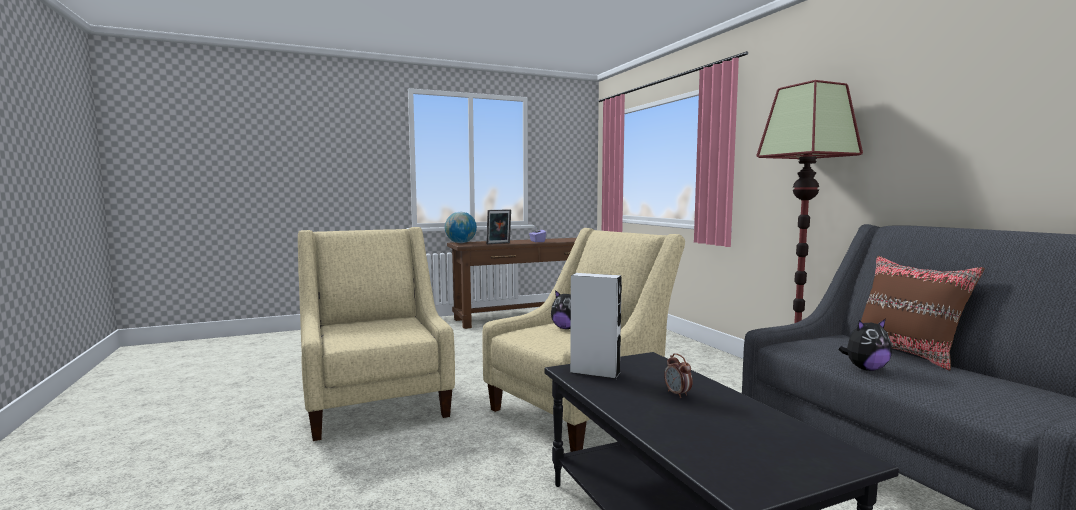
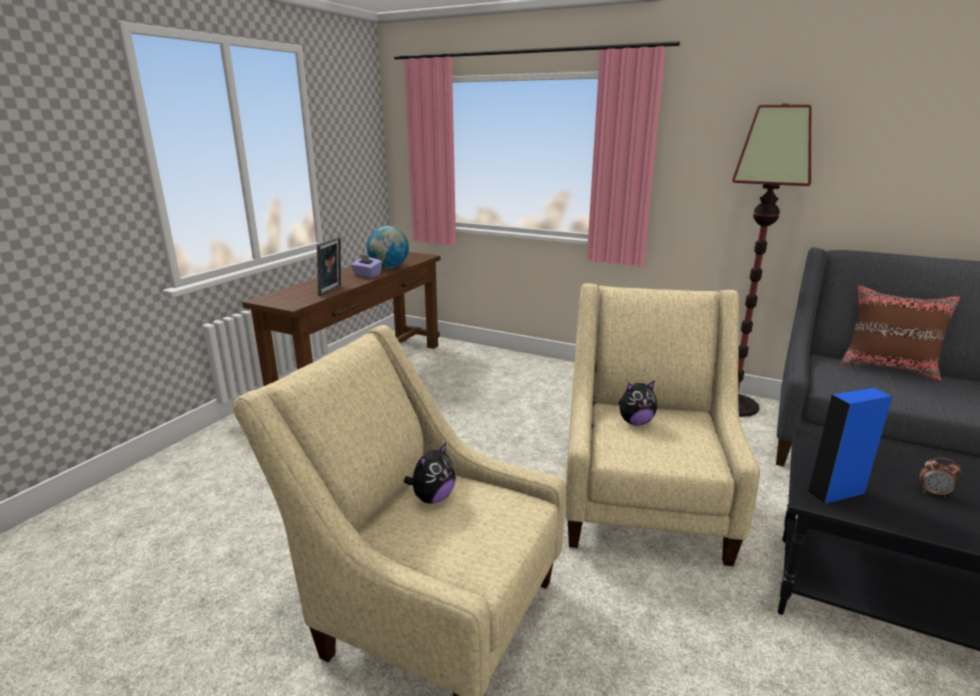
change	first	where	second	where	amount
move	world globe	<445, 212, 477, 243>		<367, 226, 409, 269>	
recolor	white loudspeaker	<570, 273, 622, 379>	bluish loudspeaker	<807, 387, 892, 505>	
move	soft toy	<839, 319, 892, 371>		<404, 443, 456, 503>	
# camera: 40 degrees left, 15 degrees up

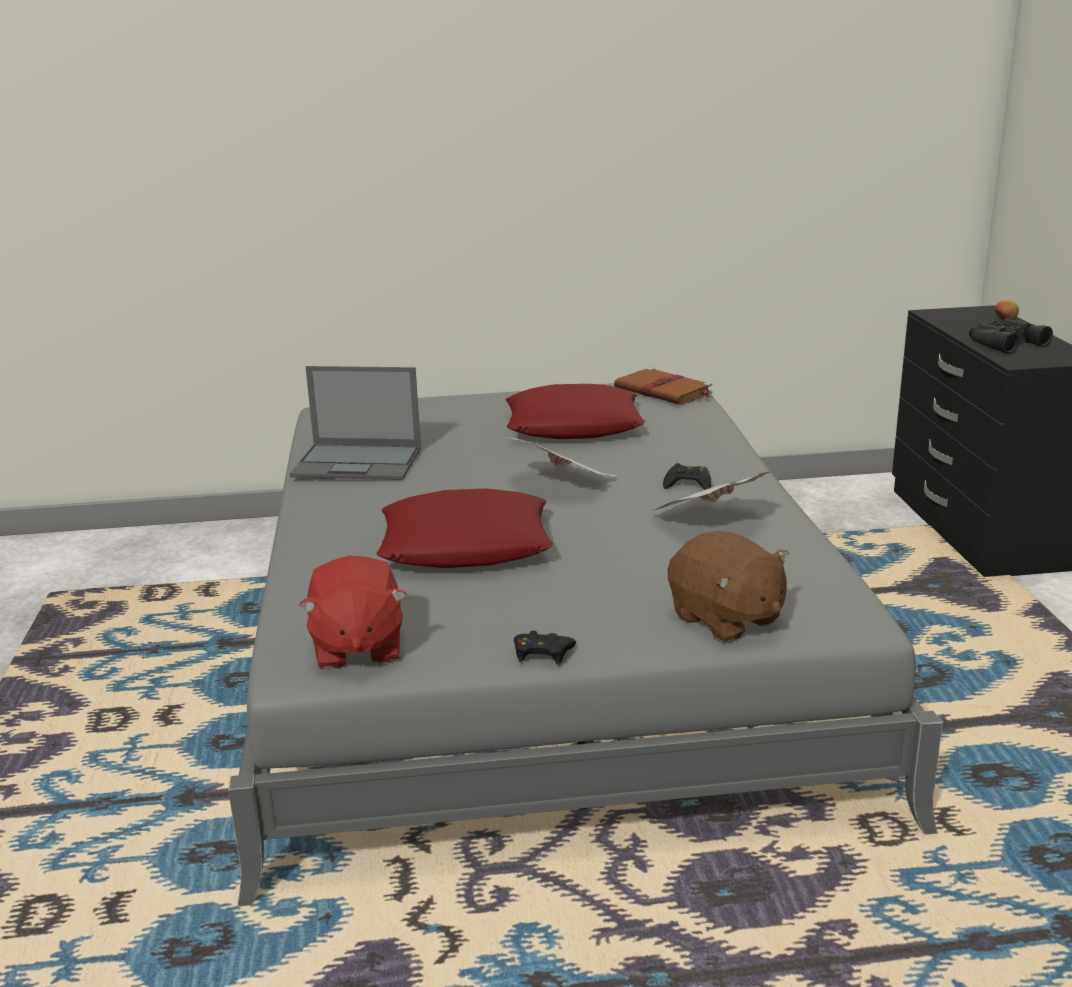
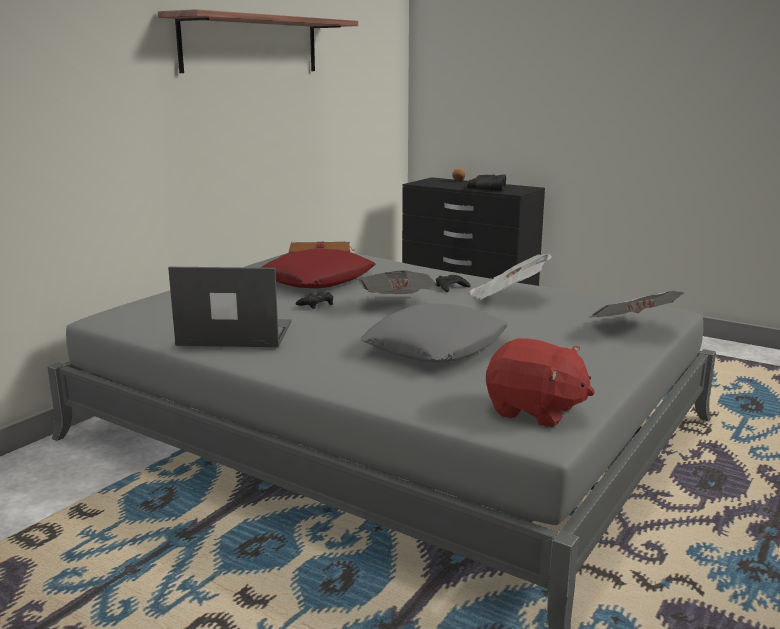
change	first	where	second	where	amount
rotate	laptop	<290, 366, 421, 480>		<168, 267, 291, 347>	135 degrees counterclockwise
recolor	red-coloured pillow	<377, 488, 553, 568>	gray pillow	<361, 303, 509, 363>	
replace	brownish soft toy	<668, 531, 789, 642>	newspaper	<590, 291, 684, 318>	
move	blackish joypad	<514, 630, 576, 664>		<296, 292, 333, 309>	
insert			shelf	<158, 9, 358, 73>	
# camera: 50 degrees left, 5 degrees down

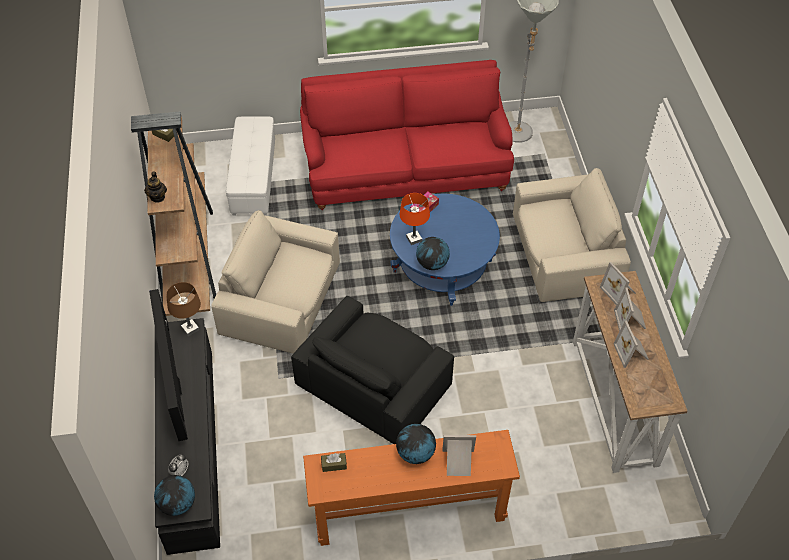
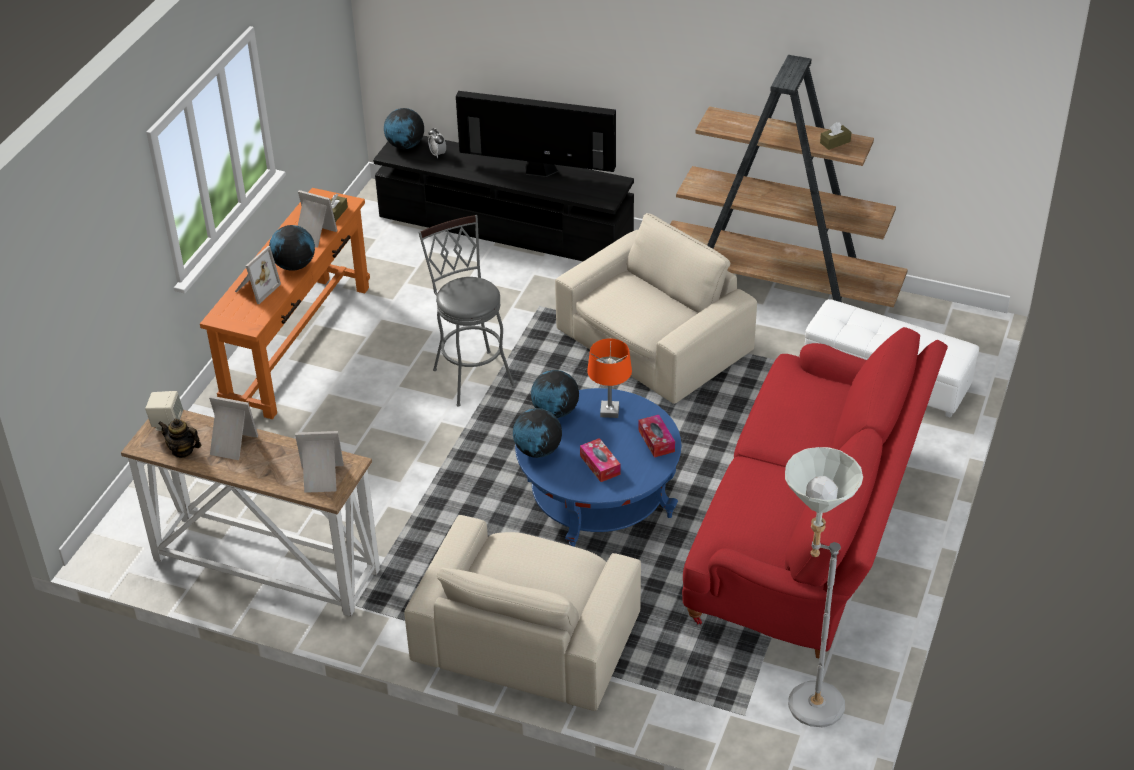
change	first	where	second	where	amount
move	pot for tea	<144, 172, 167, 203>		<158, 418, 201, 458>	
delete	brownish lamp for a table	<166, 282, 201, 336>			
move	picture frame	<614, 287, 646, 331>		<298, 190, 338, 248>	
replace	blackish easy chair	<291, 296, 454, 444>	gray stool seat	<418, 215, 515, 407>	
insert			beige loudspeaker	<145, 391, 183, 431>	
insert			world globe	<513, 408, 562, 458>	
insert			tissue box	<580, 438, 621, 482>	
# camera: 120 degrees right, 10 degrees down

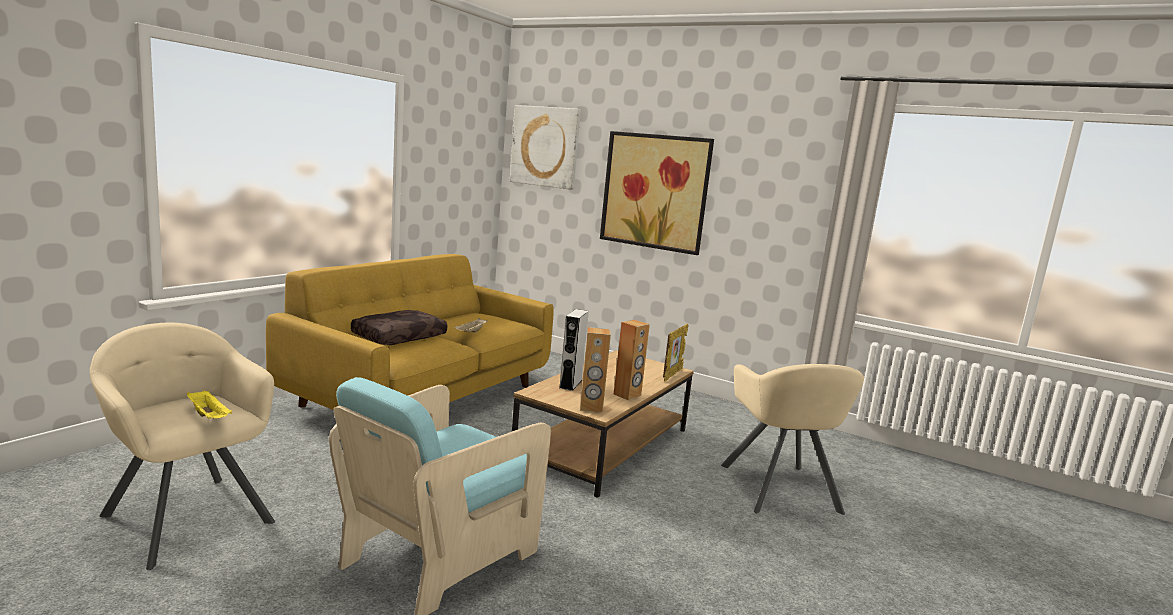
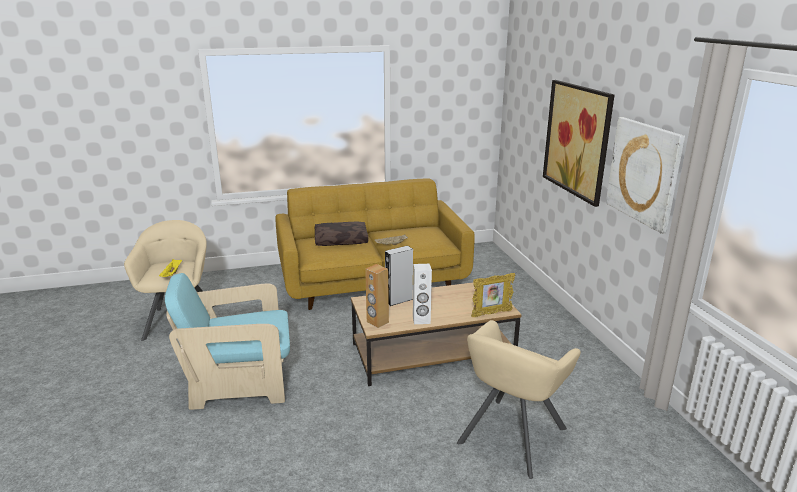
change	first	where	second	where	amount
move	wall art	<510, 105, 581, 190>		<606, 117, 685, 234>	
recolor	brownish loudspeaker	<614, 320, 650, 400>	white loudspeaker	<413, 264, 432, 324>	
# camera: 45 degrees right, 10 degrees up

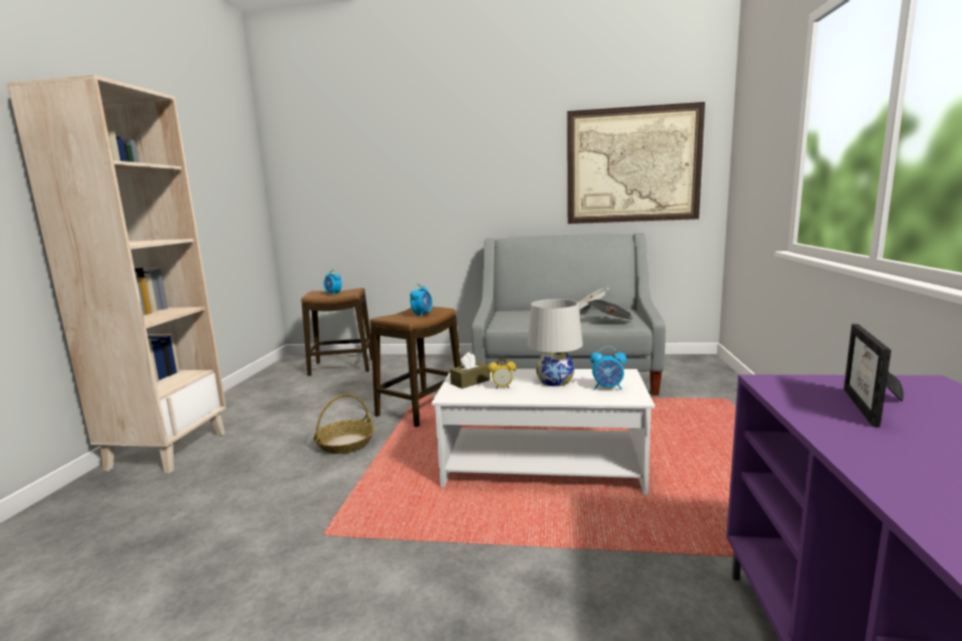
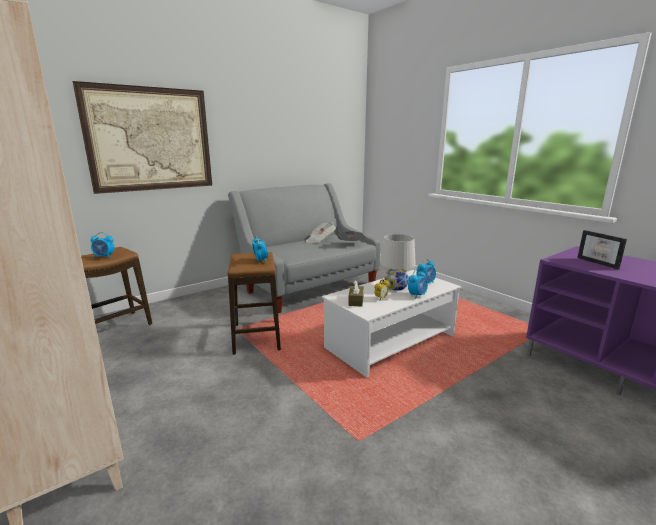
change	first	where	second	where	amount
move	wall art	<567, 102, 705, 224>		<73, 81, 212, 194>	
delete	basket	<313, 394, 375, 454>			
insert			table clock	<408, 269, 428, 299>	
# camera: 45 degrees left, 5 degrees up

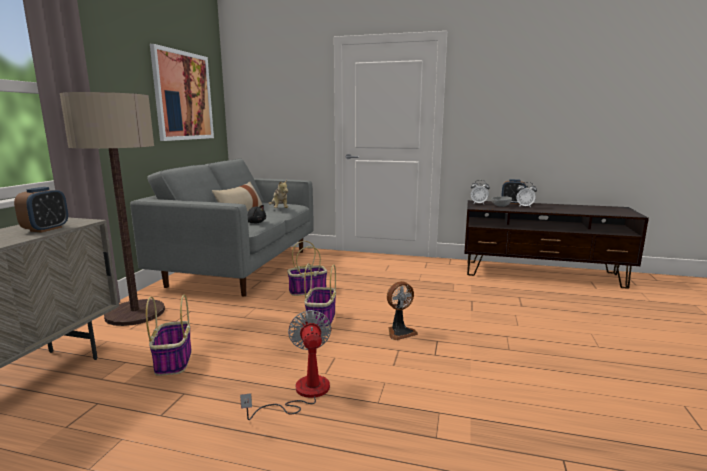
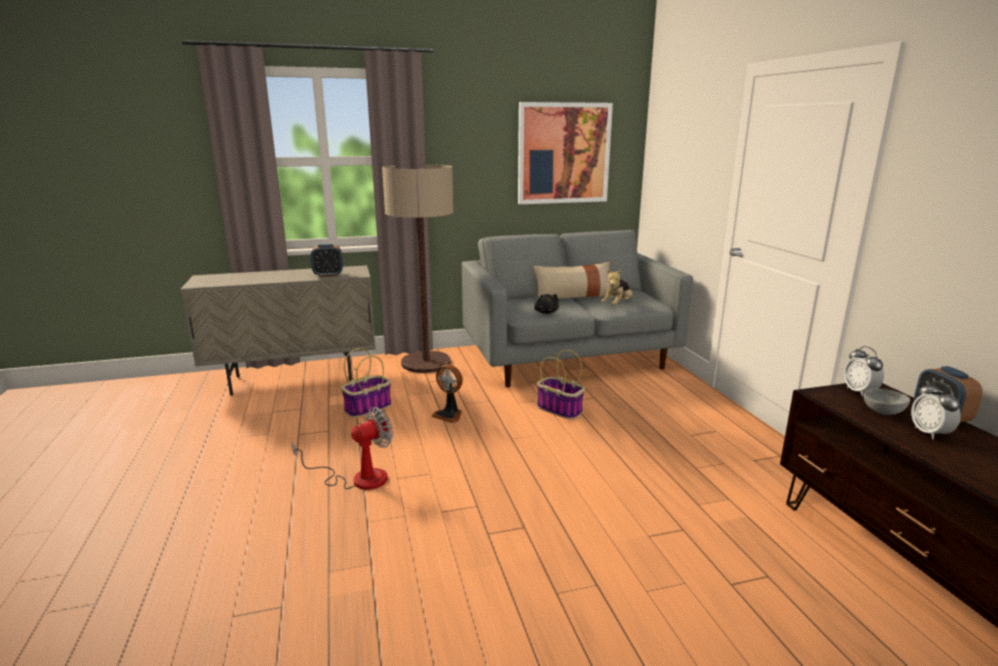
change	first	where	second	where	amount
delete	basket	<304, 263, 336, 328>			
move	fan	<387, 281, 418, 340>		<432, 364, 463, 423>	
# camera: 60 degrees right, 5 degrees up

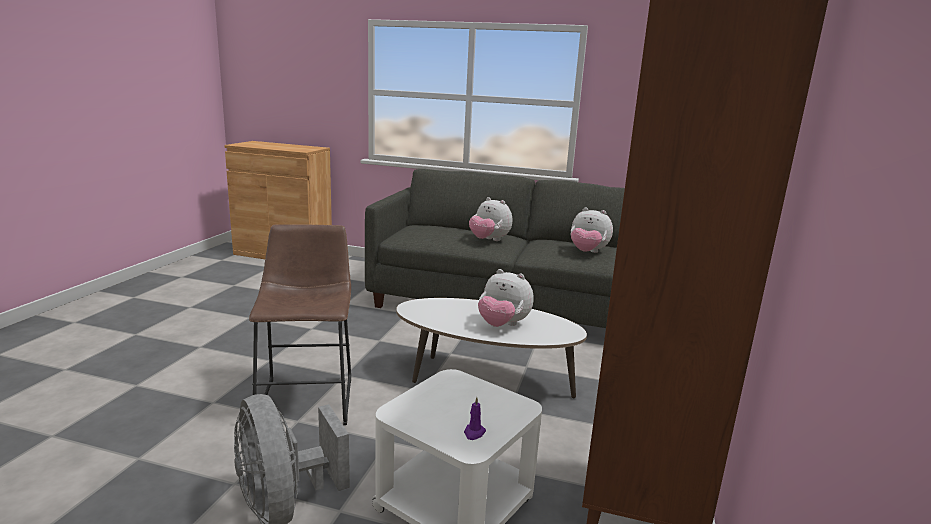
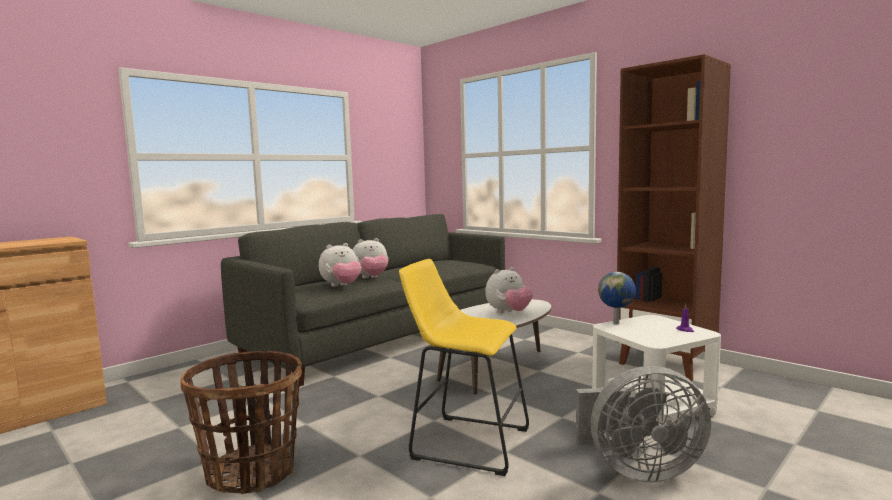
change	first	where	second	where	amount
move	soft toy	<570, 208, 613, 253>		<319, 243, 361, 287>	
recolor	brownish stool seat	<249, 224, 351, 425>	yellow stool seat	<399, 259, 529, 476>	
insert			world globe	<598, 272, 636, 325>	
insert			basket	<181, 351, 302, 494>	
# camera: 60 degrees left, 10 degrees down

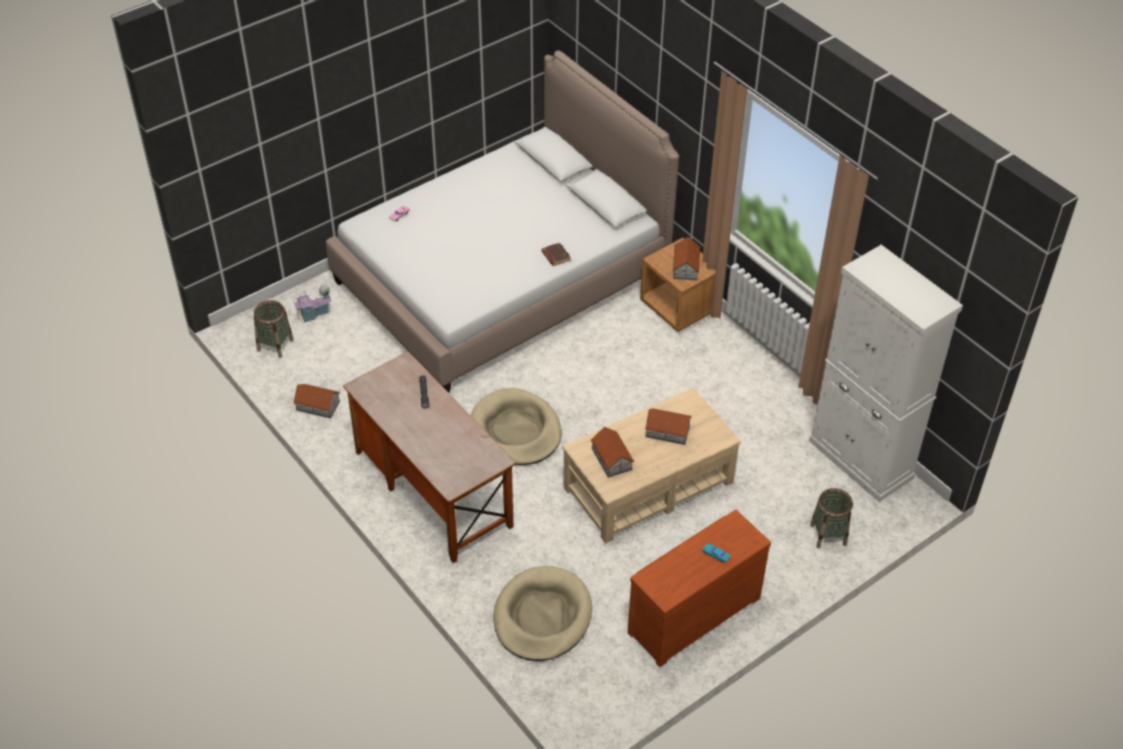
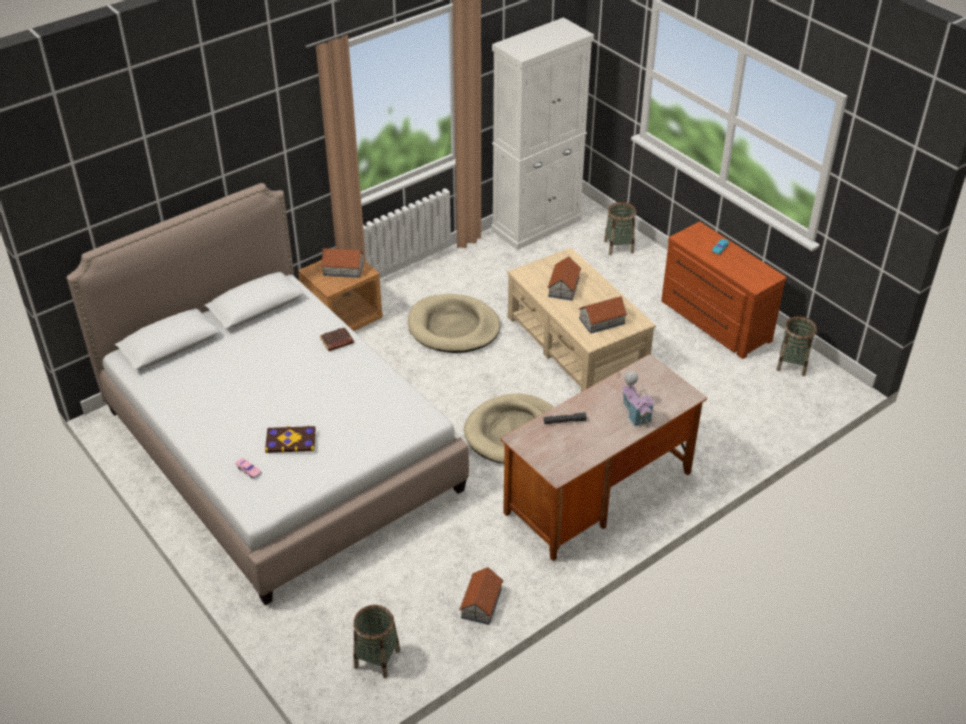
change	first	where	second	where	amount
move	miniature house	<294, 285, 331, 322>		<621, 371, 656, 428>	
move	beige dog cushion	<493, 566, 592, 661>		<408, 294, 500, 353>	
insert			basket	<776, 316, 817, 376>	
insert			bound book	<265, 426, 316, 453>	
# camera: 90 degrees left, 5 degrees down

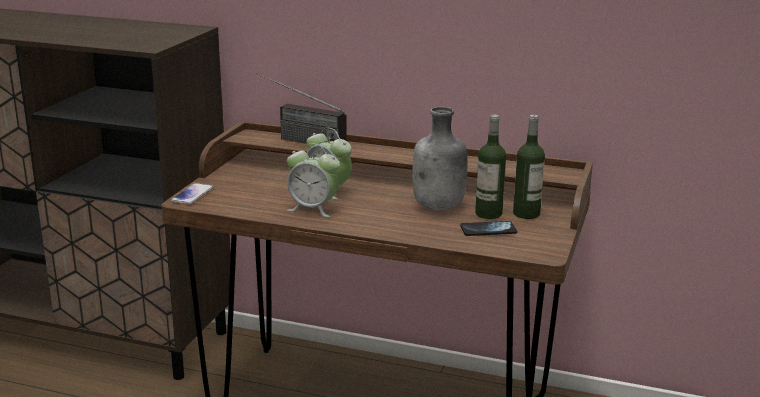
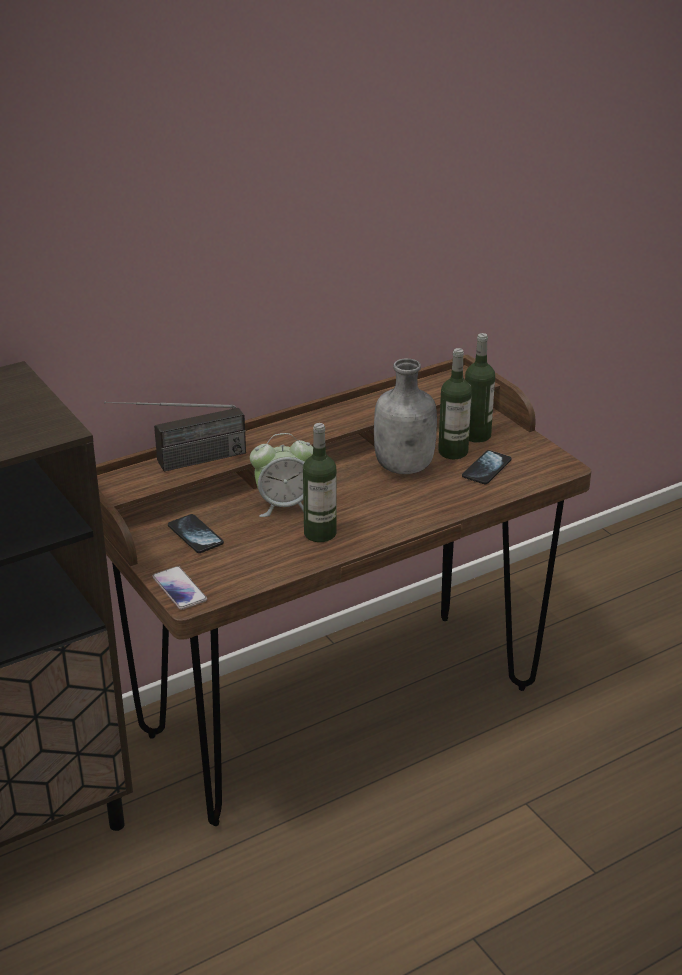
change	first	where	second	where	amount
replace	table clock	<287, 143, 340, 217>	bottle	<303, 423, 337, 542>	
insert			phone	<168, 514, 224, 553>	
# camera: 50 degrees left, 10 degrees up

